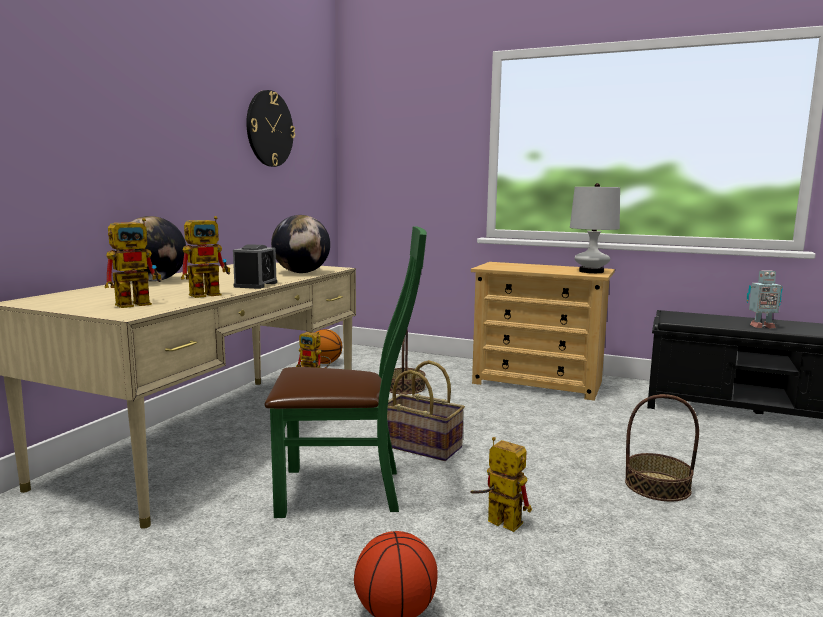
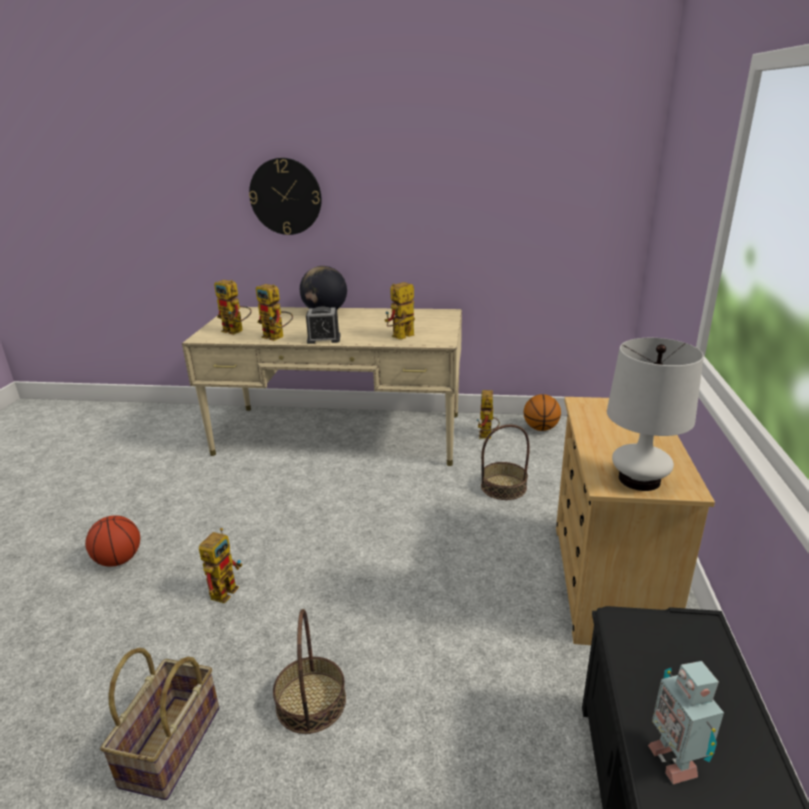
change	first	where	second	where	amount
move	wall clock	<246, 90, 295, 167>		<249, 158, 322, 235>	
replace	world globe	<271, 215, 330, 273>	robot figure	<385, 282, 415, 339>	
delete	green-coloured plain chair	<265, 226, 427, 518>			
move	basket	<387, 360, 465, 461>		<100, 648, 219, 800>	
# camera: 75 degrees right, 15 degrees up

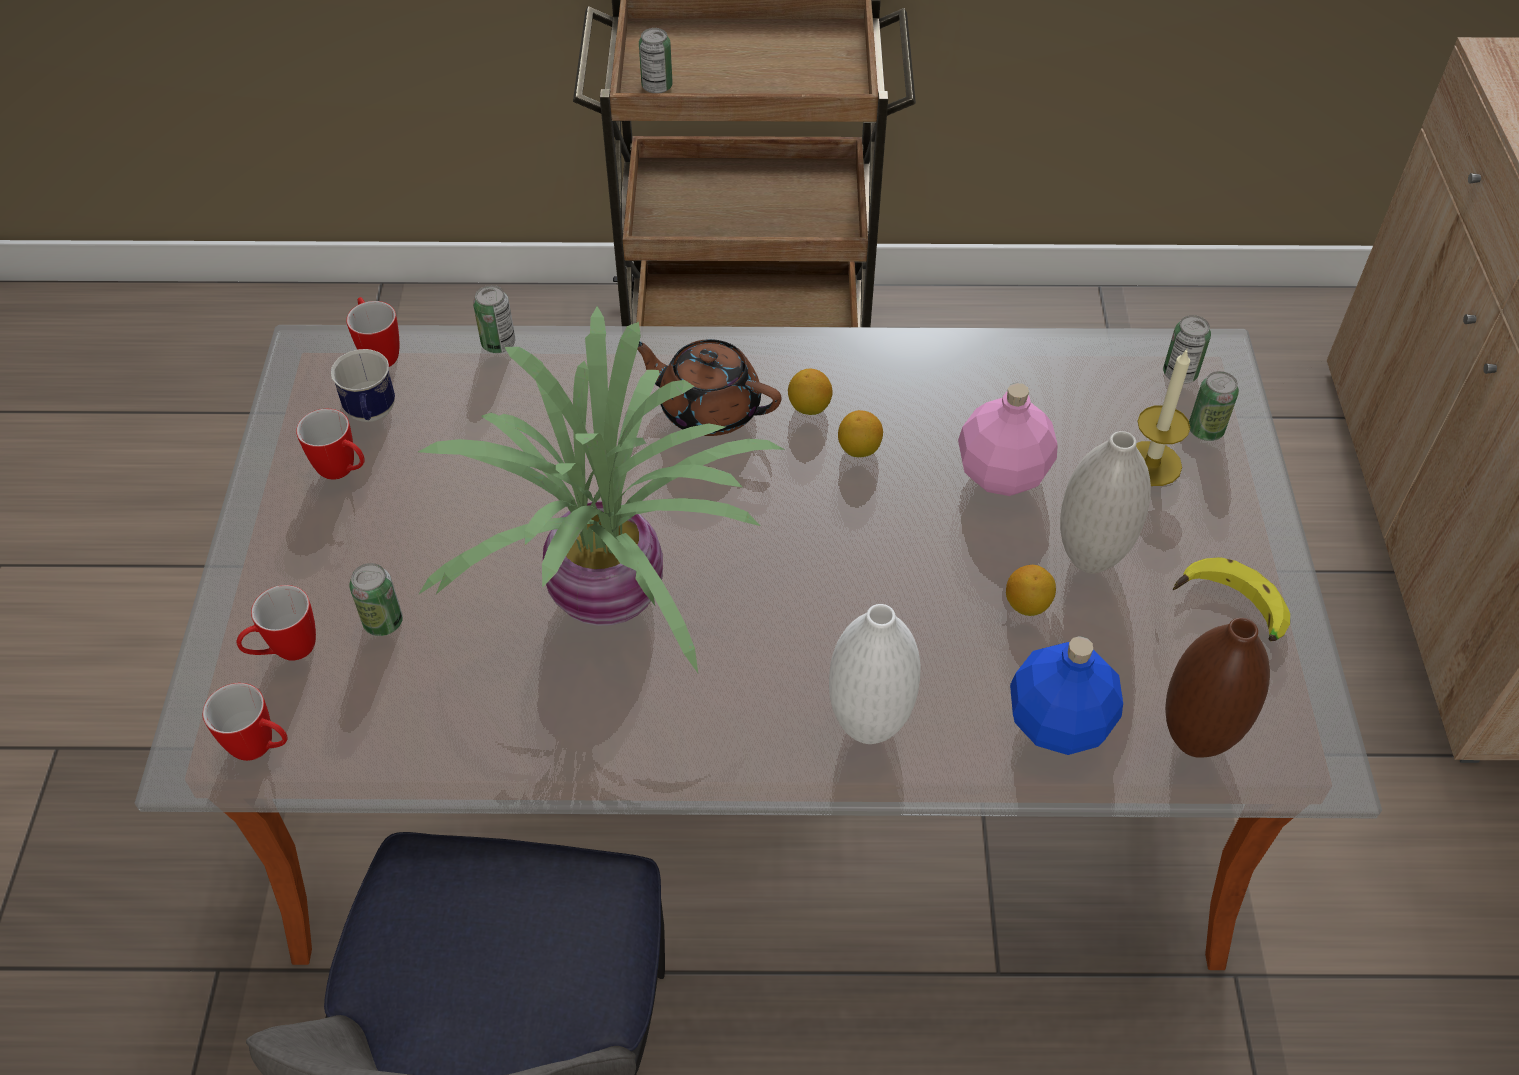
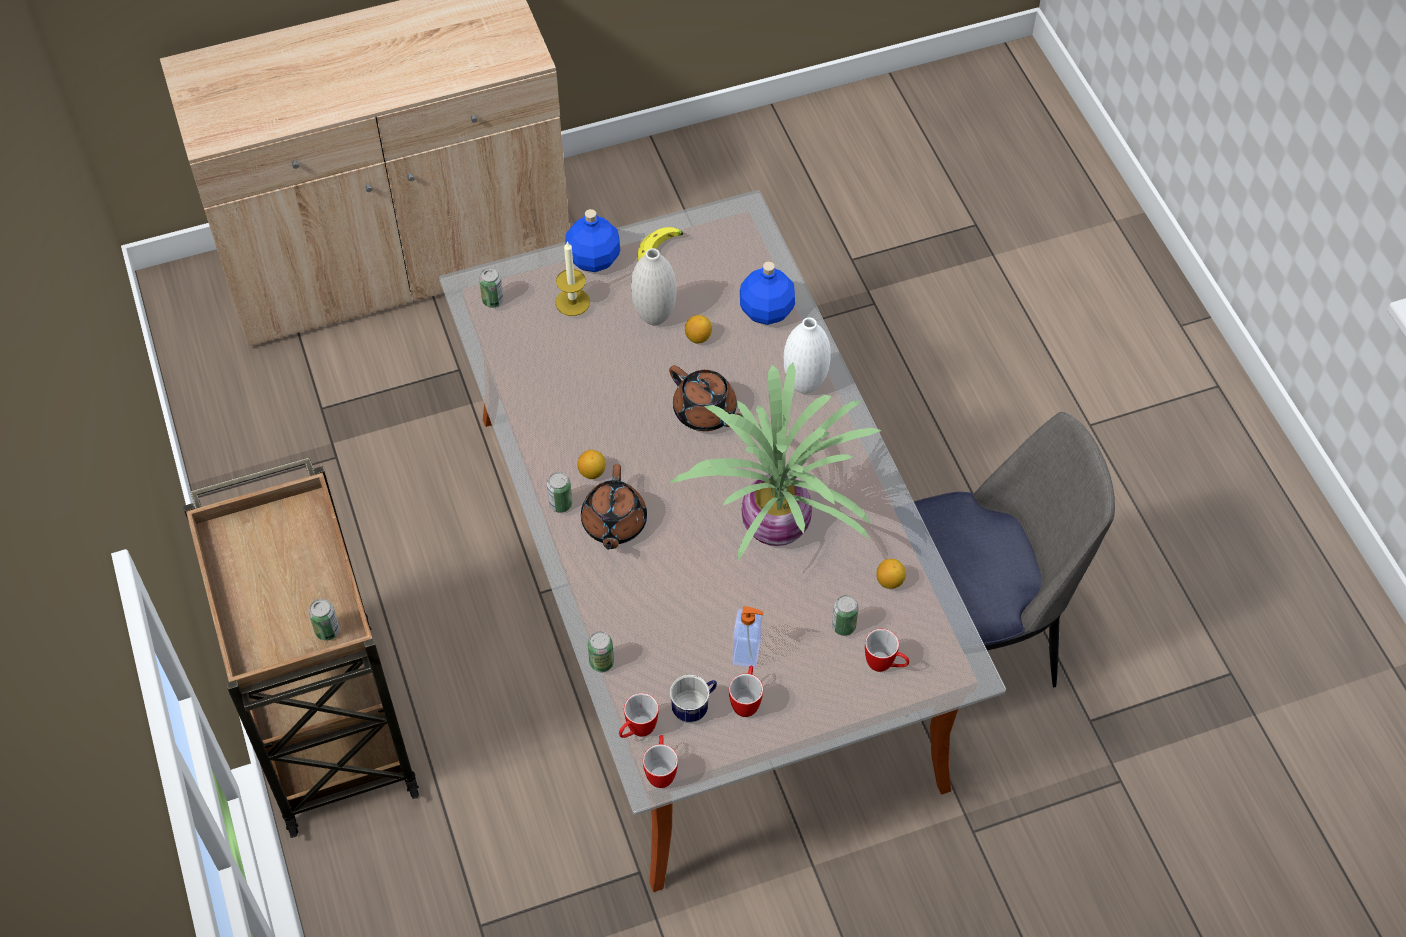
change	first	where	second	where	amount
move	can	<1189, 371, 1239, 441>		<547, 472, 572, 513>	
delete	pinkish bottle	<958, 383, 1058, 496>			
move	citrus fruit	<838, 410, 883, 457>		<876, 559, 906, 589>	
delete	brownish flower vase	<1165, 618, 1270, 758>			
move	tea mug	<203, 683, 287, 761>		<643, 735, 678, 788>	
insert			bluish bottle	<565, 209, 620, 272>	
insert			brownish pot for tea	<669, 365, 743, 431>	
insert			soap bottle	<732, 606, 763, 668>	
# camera: 110 degrees left, 5 degrees up

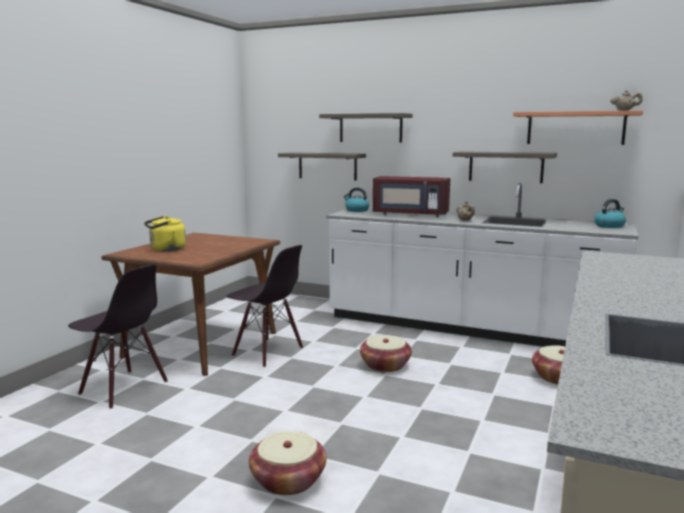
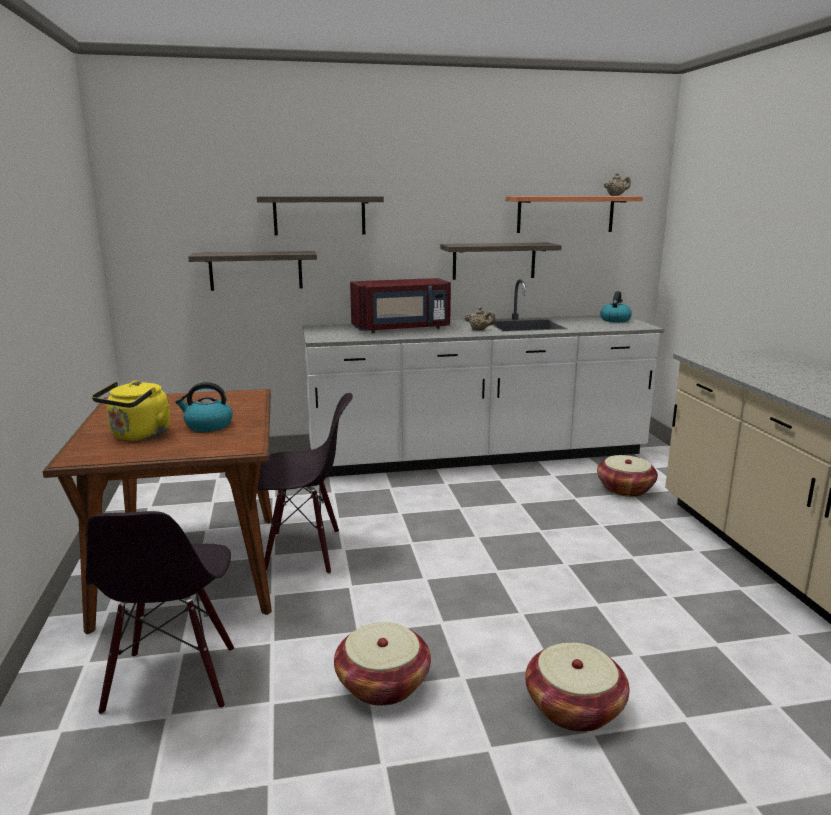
change	first	where	second	where	amount
move	water kettle	<344, 188, 370, 212>		<175, 382, 233, 432>	
rotate	blackish plain chair	<68, 264, 168, 409>		<86, 511, 234, 715>	90 degrees clockwise
move	basket	<360, 335, 412, 372>		<334, 622, 431, 706>	
# camera: 35 degrees left, 5 degrees up

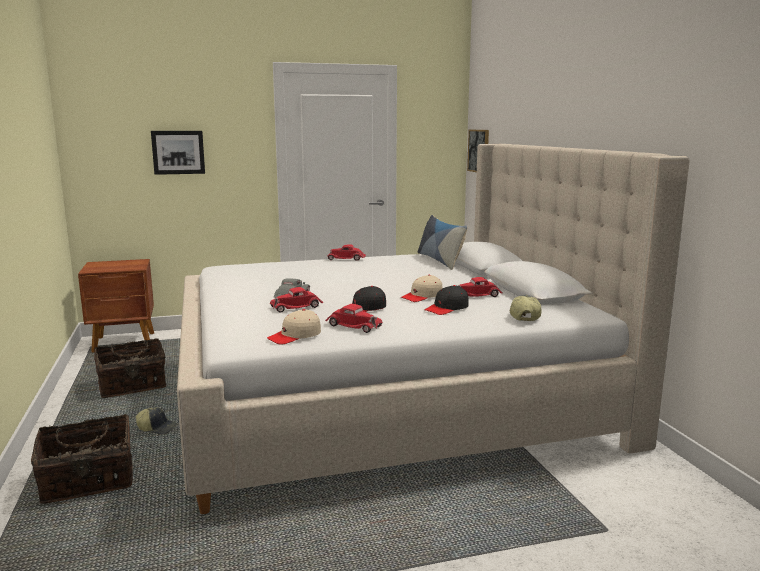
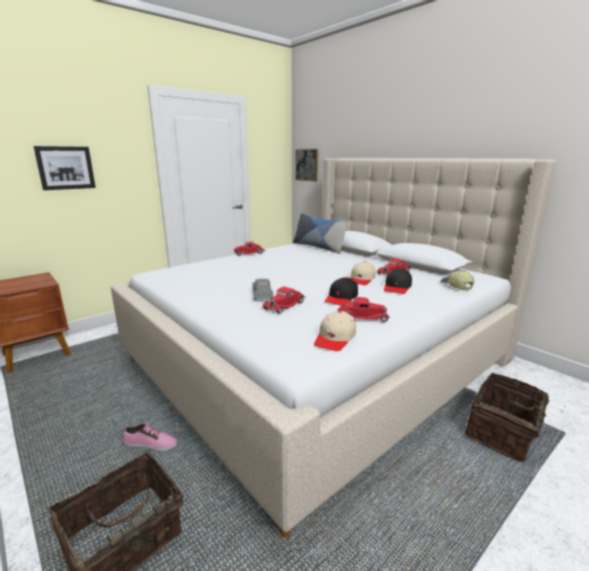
change	first	where	second	where	amount
move	basket	<94, 338, 166, 398>		<465, 373, 562, 462>	
replace	baseball cap	<136, 408, 178, 434>	low shoe	<122, 424, 178, 451>	
# camera: 25 degrees left, 5 degrees up

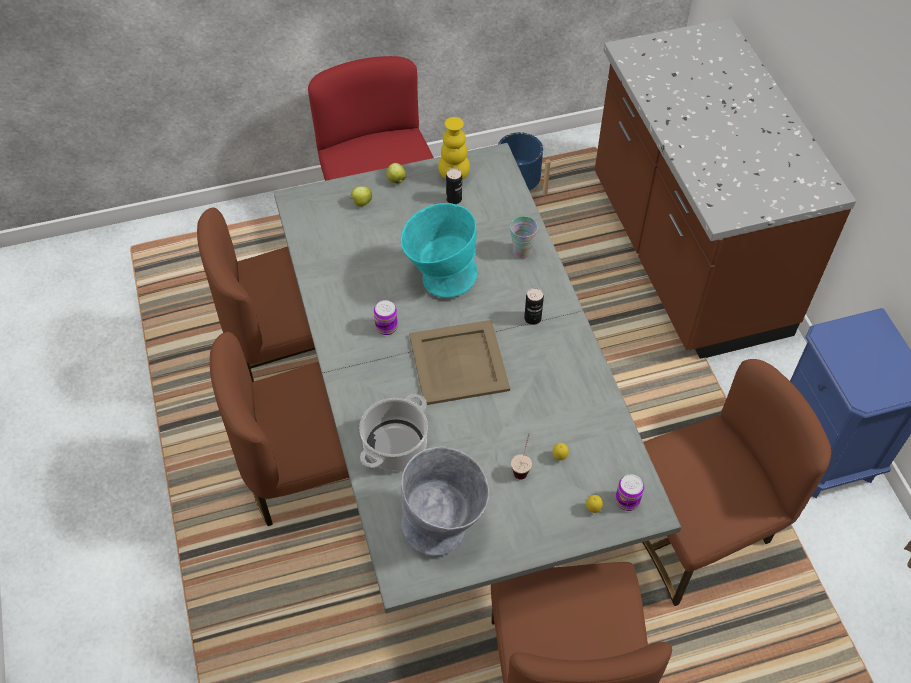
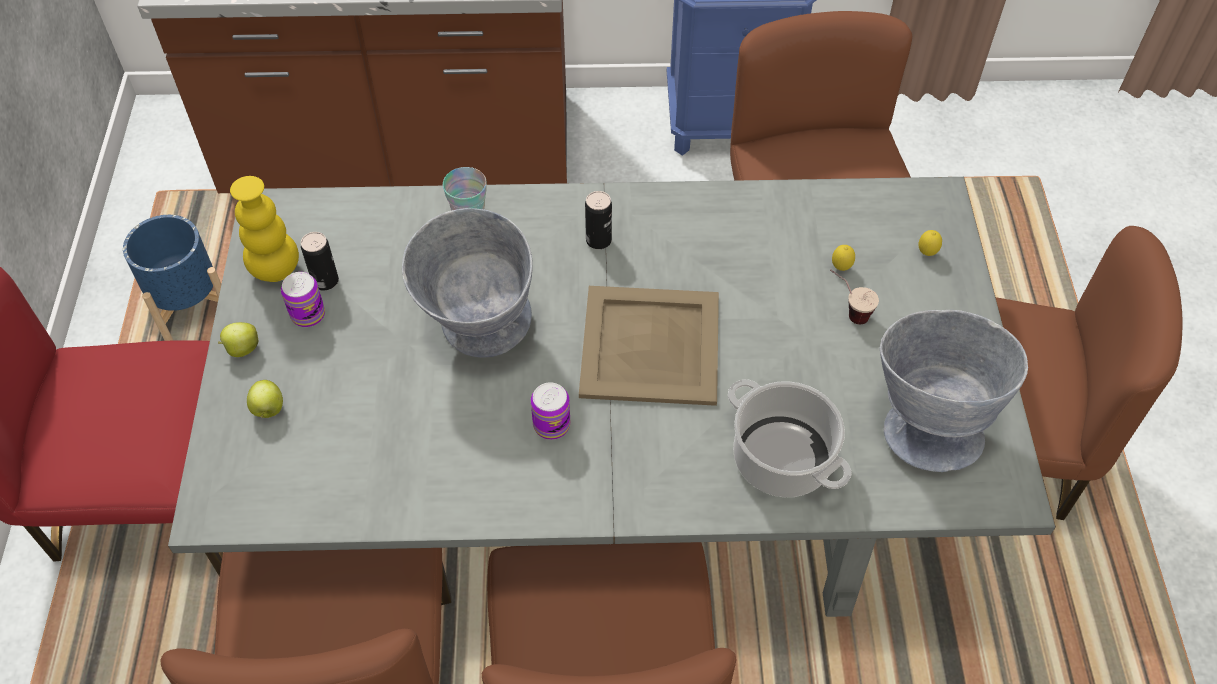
change	first	where	second	where	amount
recolor	turquoise-coloured serving bowl	<401, 203, 478, 298>	gray serving bowl	<402, 208, 533, 358>	
move	can	<615, 474, 644, 511>		<281, 272, 325, 327>	
# camera: 75 degrees left, 0 degrees up

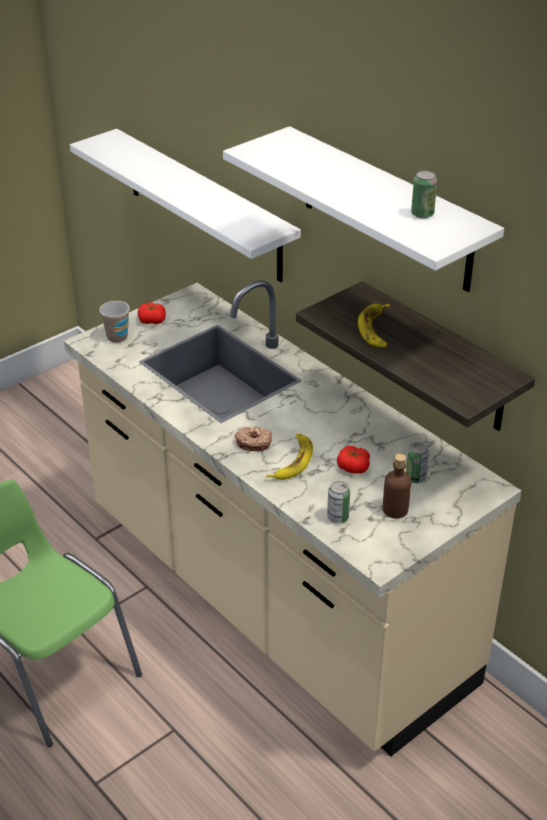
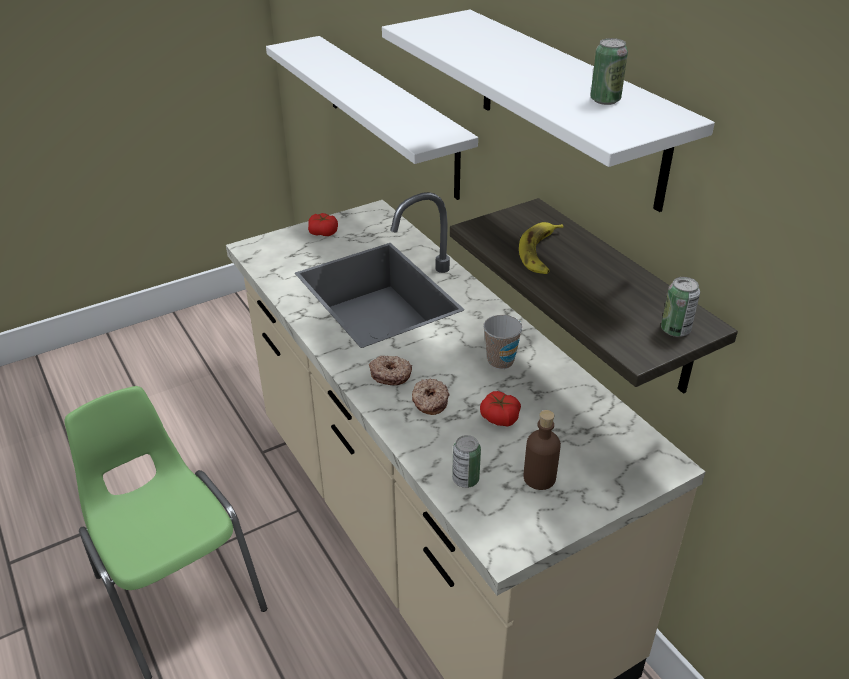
change	first	where	second	where	amount
move	drinking cup	<99, 301, 130, 343>		<483, 315, 523, 369>	
replace	whole banana	<266, 434, 313, 480>	donut	<412, 379, 450, 415>	
move	can	<406, 442, 429, 483>		<661, 277, 700, 337>	
# camera: 10 degrees right, 0 degrees up

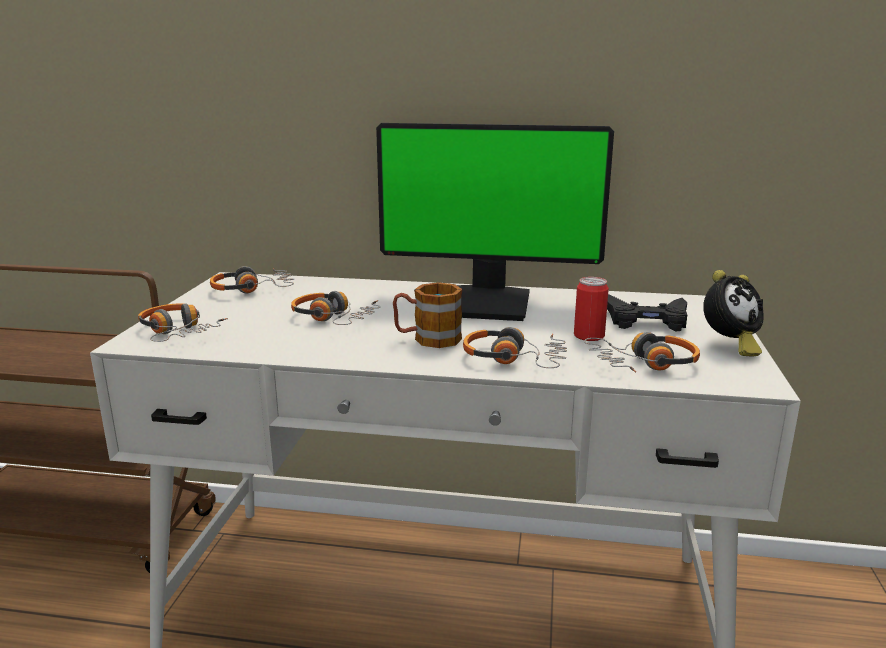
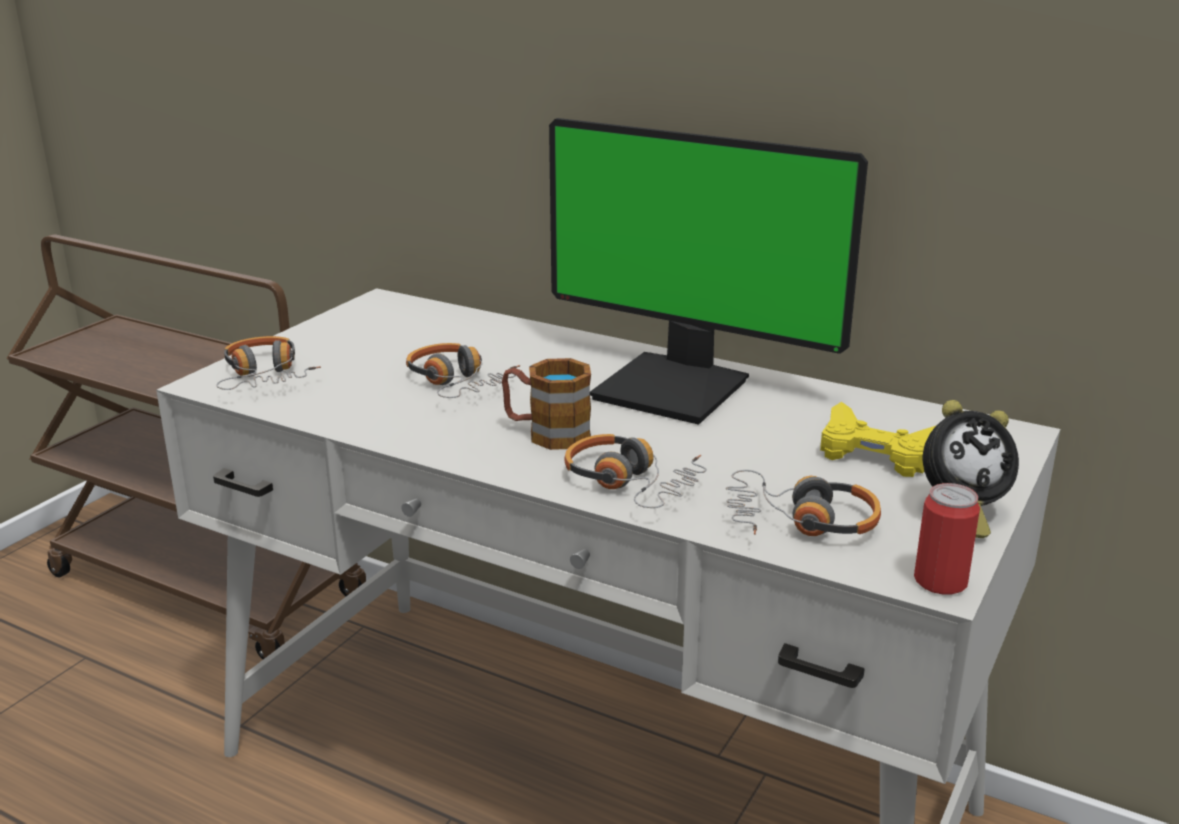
change	first	where	second	where	amount
delete	pair of headphones	<210, 266, 294, 293>			
move	can	<574, 277, 609, 341>		<914, 483, 980, 595>	
recolor	blackish joypad	<607, 295, 687, 331>	yellow joypad	<820, 402, 937, 477>	
# camera: 20 degrees right, 5 degrees up

